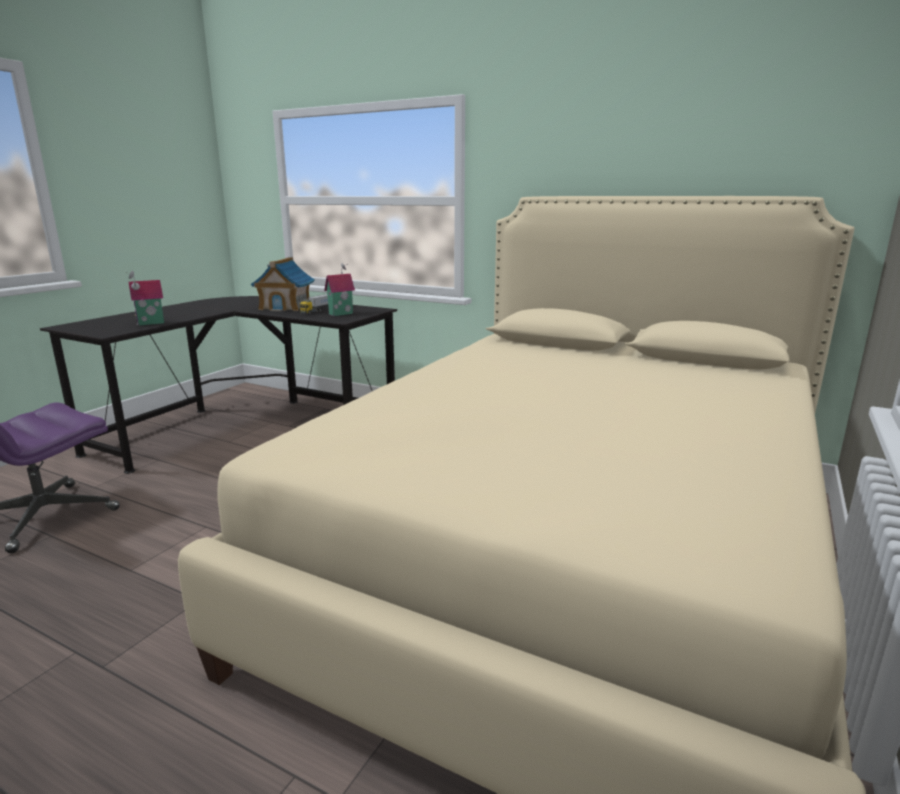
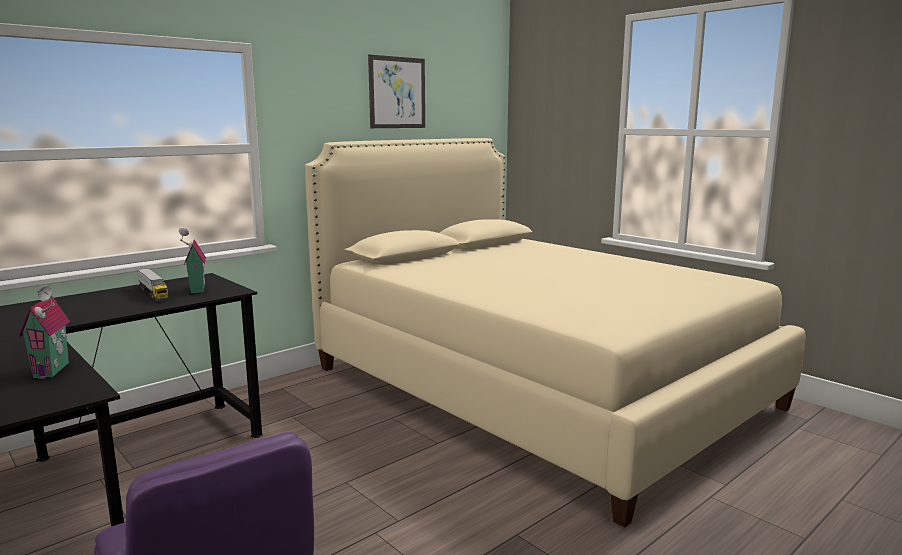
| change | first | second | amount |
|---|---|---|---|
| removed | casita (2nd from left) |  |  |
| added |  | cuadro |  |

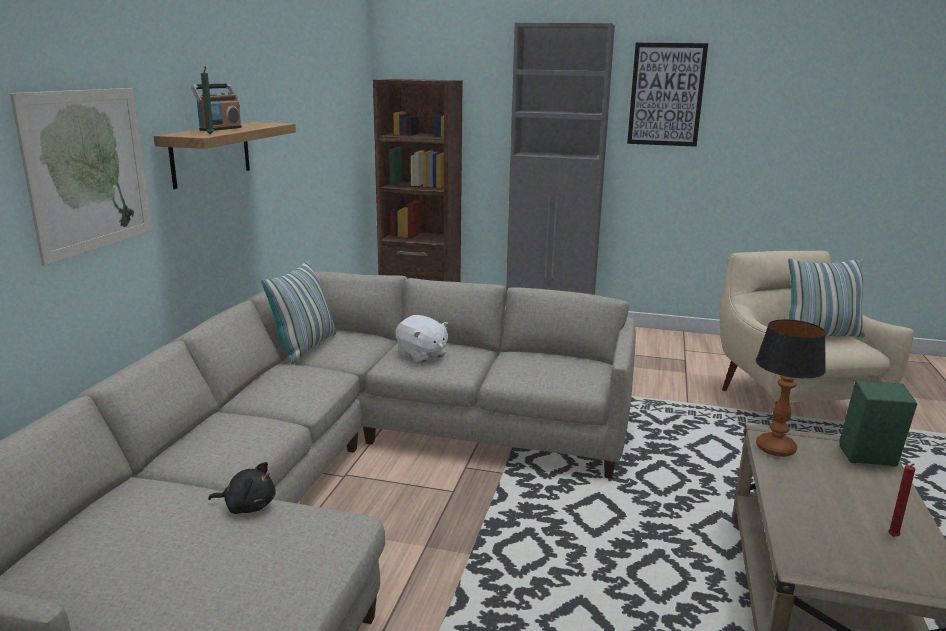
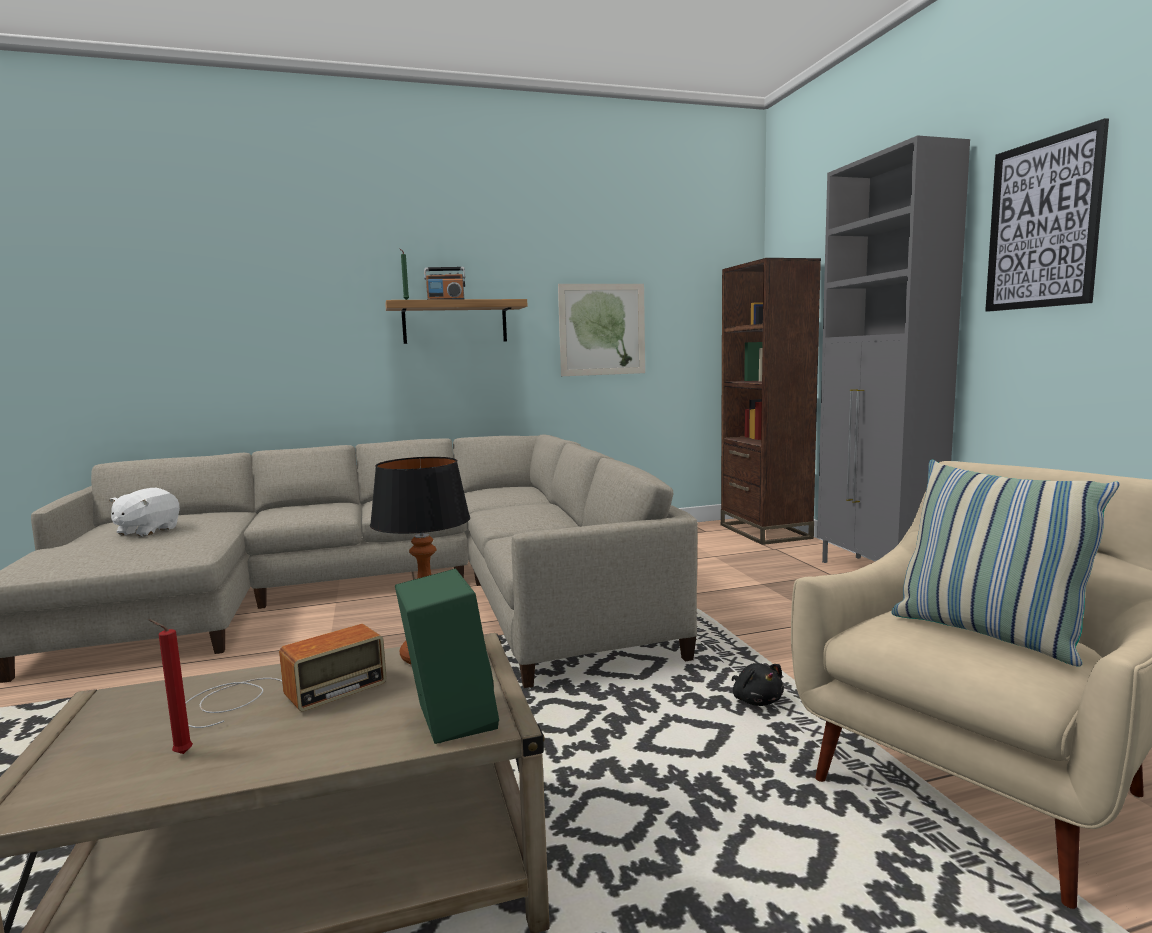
| change | first | second | amount |
|---|---|---|---|
| moved | cuadro (1st from left) |  |  |
| removed | cojín (1st from left) |  |  |
| moved | peluche (blanco) |  |  |
| moved | peluche (negro) |  |  |
| added |  | radio (1st from left) |  |

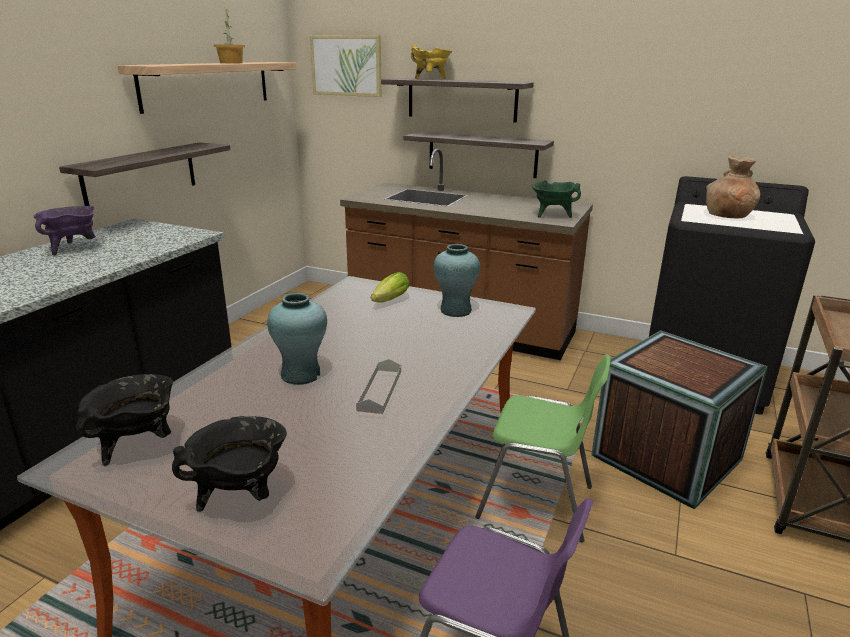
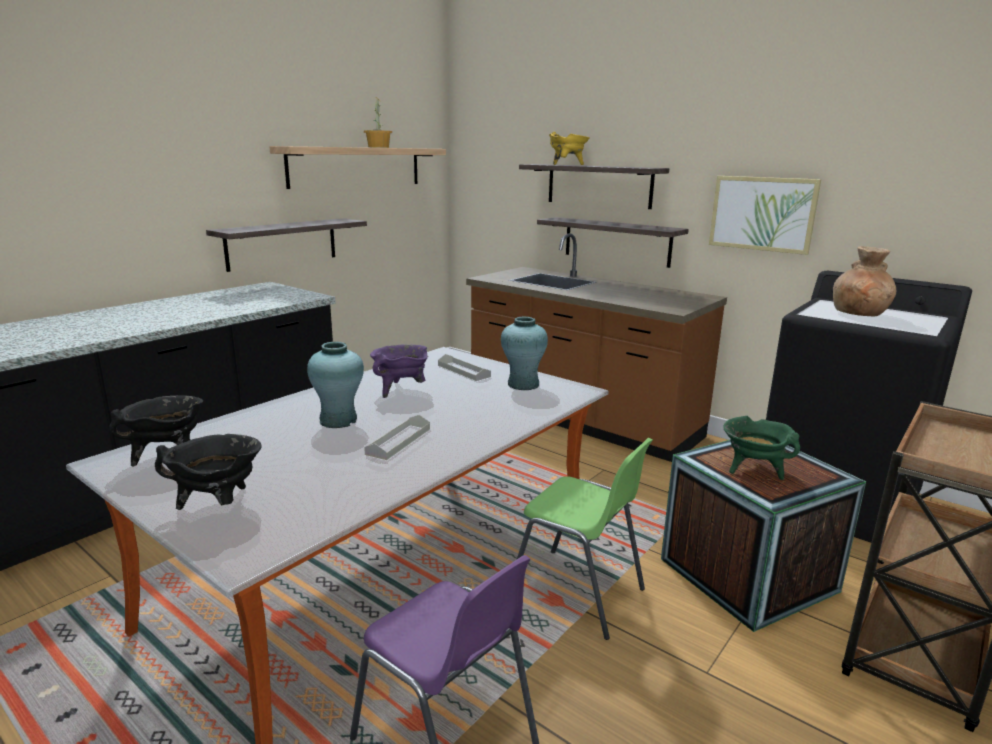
| change | first | second | amount |
|---|---|---|---|
| moved | cuadro |  |  |
| moved | olla (verde) |  |  |
| moved | olla (morado) |  |  |
| replaced | lechuga | bandeja (gris) (2nd from left) |  |

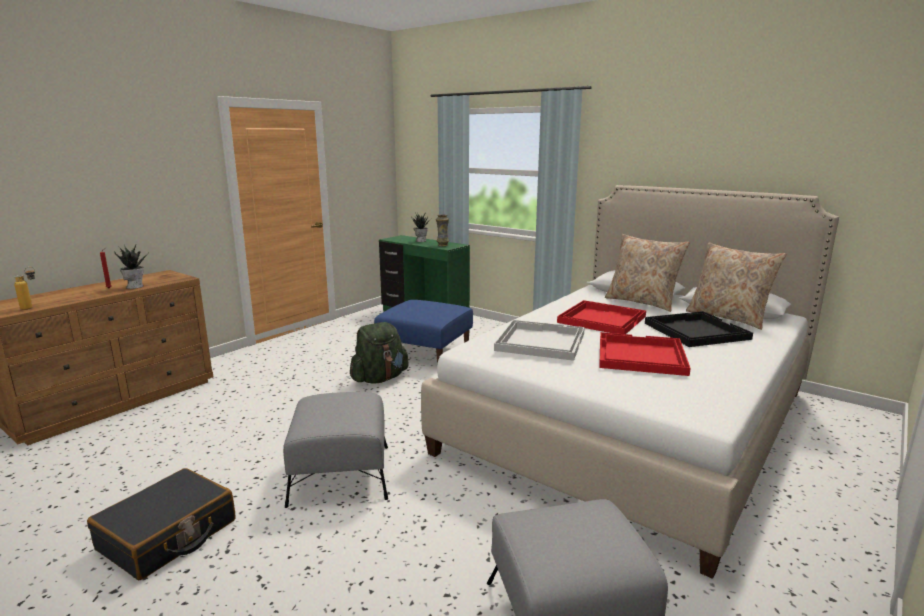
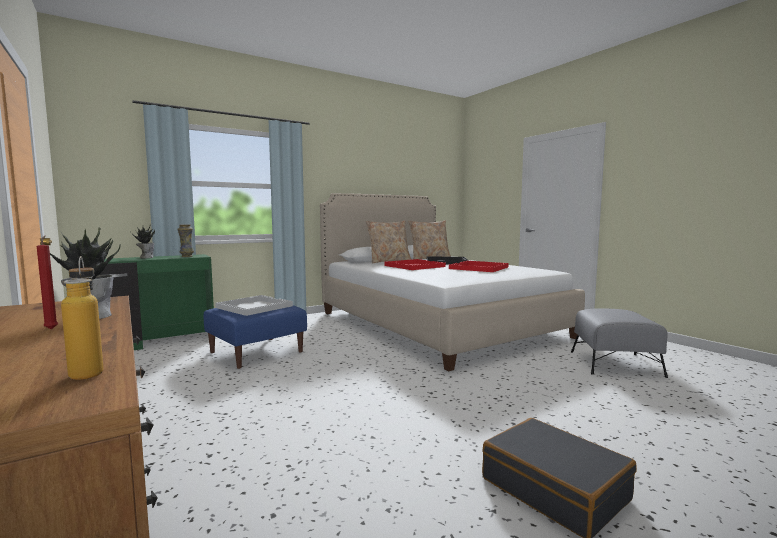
| change | first | second | amount |
|---|---|---|---|
| moved | bandeja (blanco) |  |  |
| removed | mochila (verde) |  |  |
| removed | puf (gris) (1st from left) |  |  |

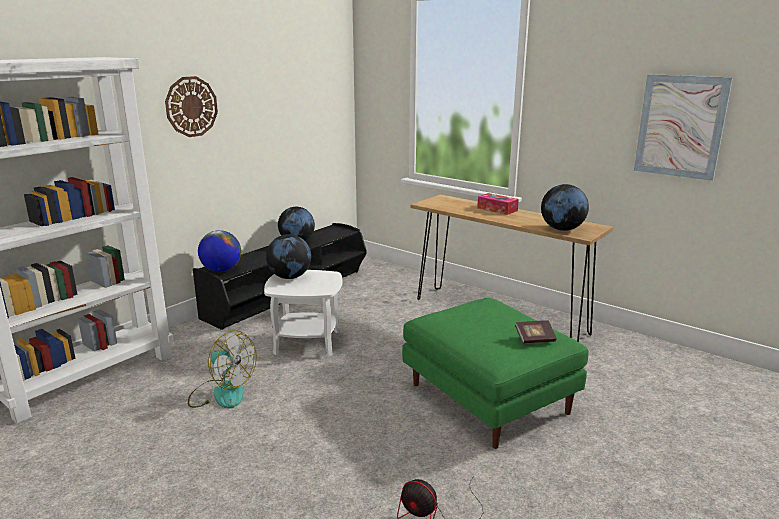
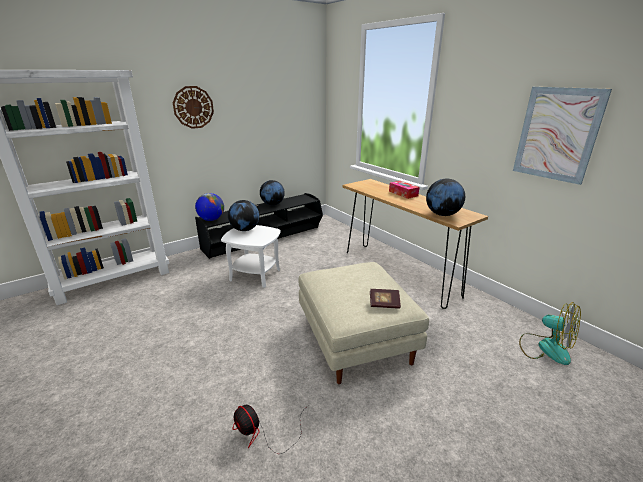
| change | first | second | amount |
|---|---|---|---|
| recoloured | puf (verde) | puf (beis) |  |
| moved | ventilador (1st from left in the first image) | ventilador (2nd from left) |  |

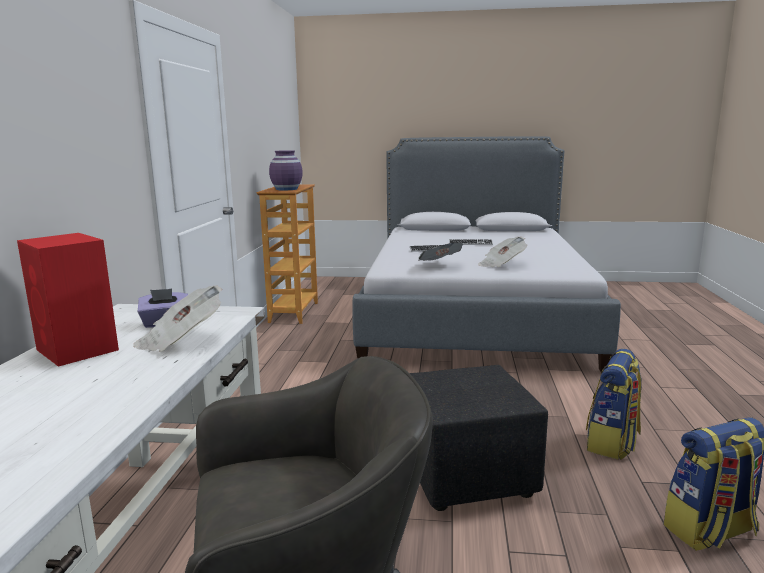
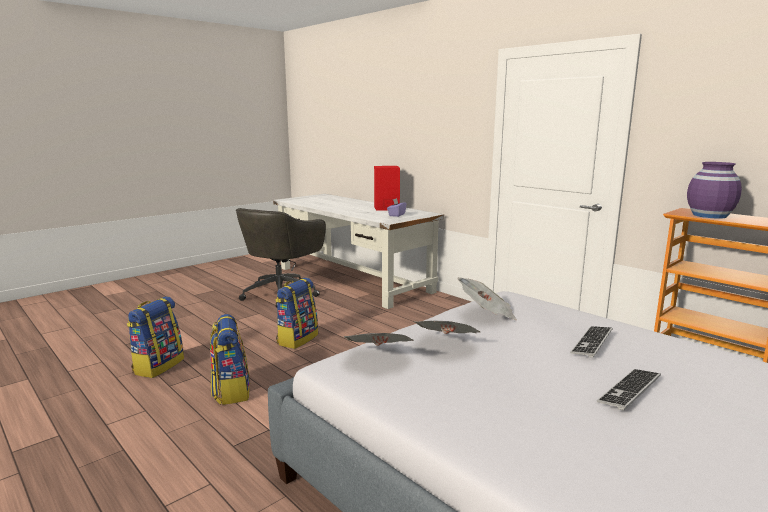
| change | first | second | amount |
|---|---|---|---|
| moved | periódico (1st from left) |  |  |
| replaced | puf (negro) | mochila (3rd from left) |  |

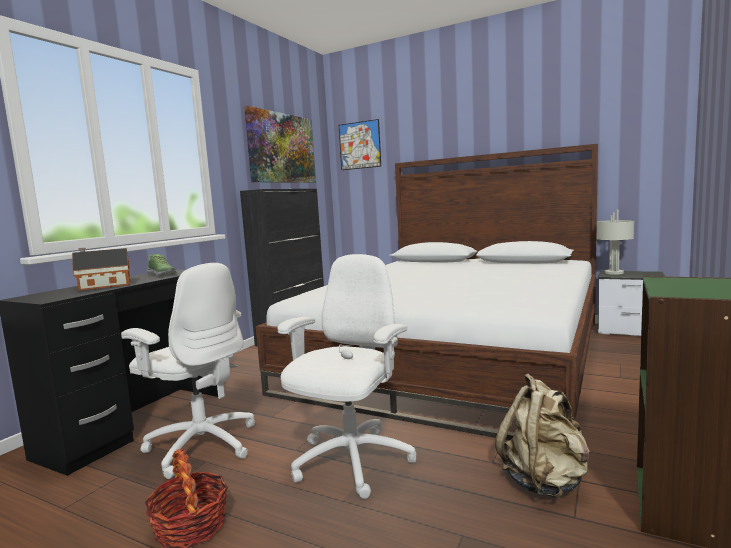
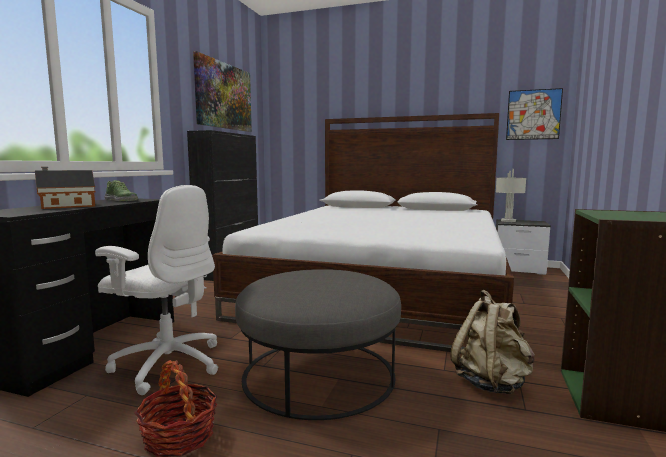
| change | first | second | amount |
|---|---|---|---|
| moved | cuadro (2nd from left) |  |  |
| replaced | silla de oficina (blanco) (2nd from left) | puf (gris) |  |

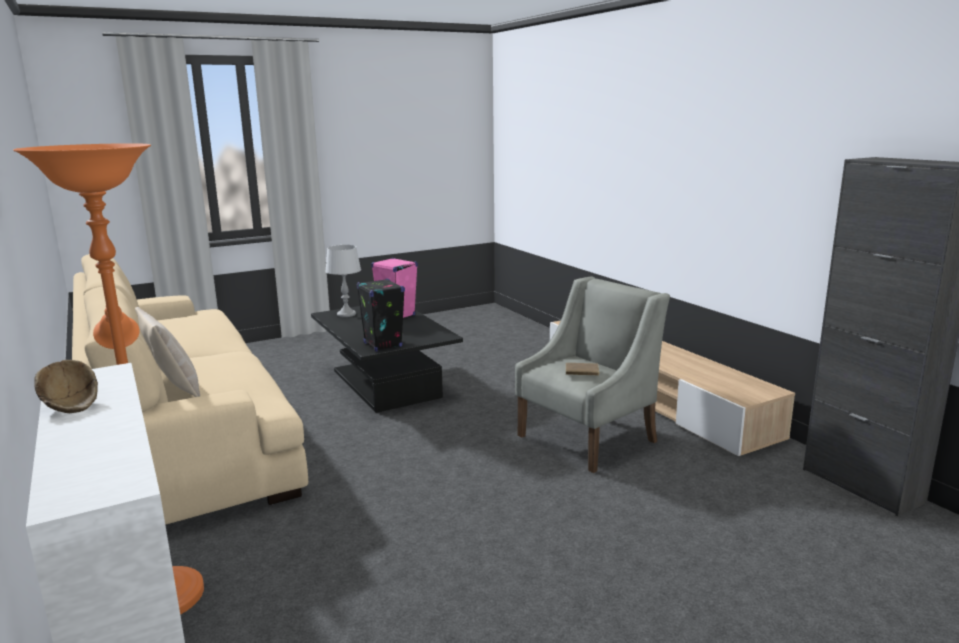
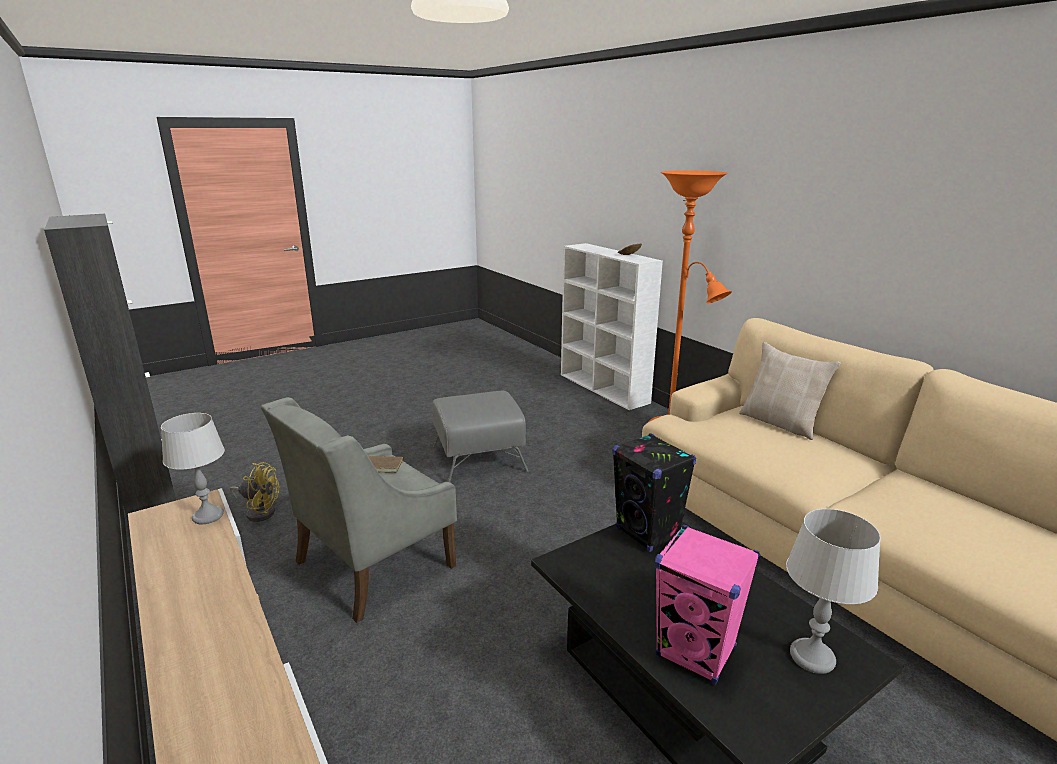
| change | first | second | amount |
|---|---|---|---|
| added |  | puf (gris) |  |
| added |  | lámpara de mesa (gris) (1st from left) |  |
| added |  | ventilador (amarillo) |  |

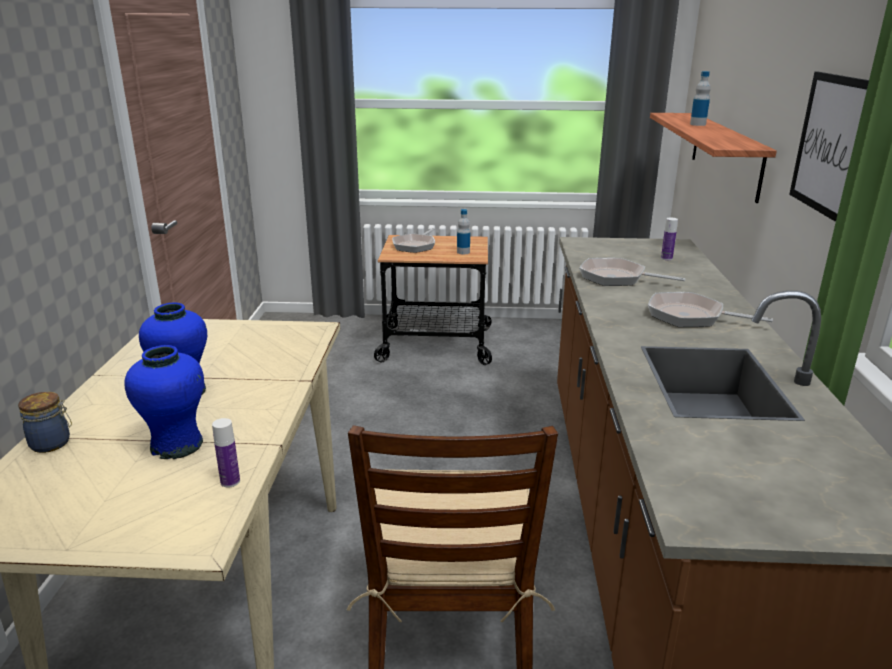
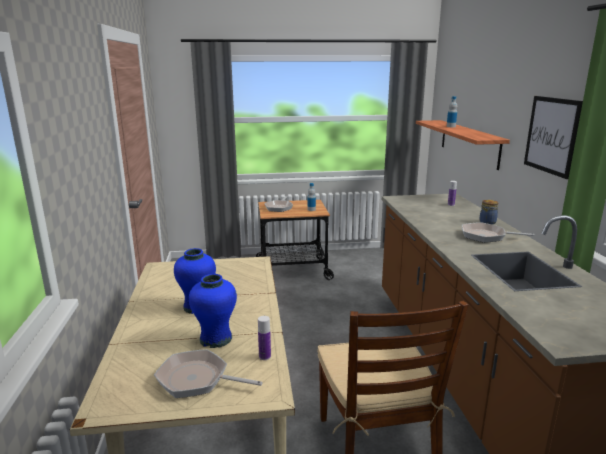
| change | first | second | amount |
|---|---|---|---|
| moved | sartén (2nd from left in the first image) | sartén (1st from left) |  |
| moved | tarro |  |  |

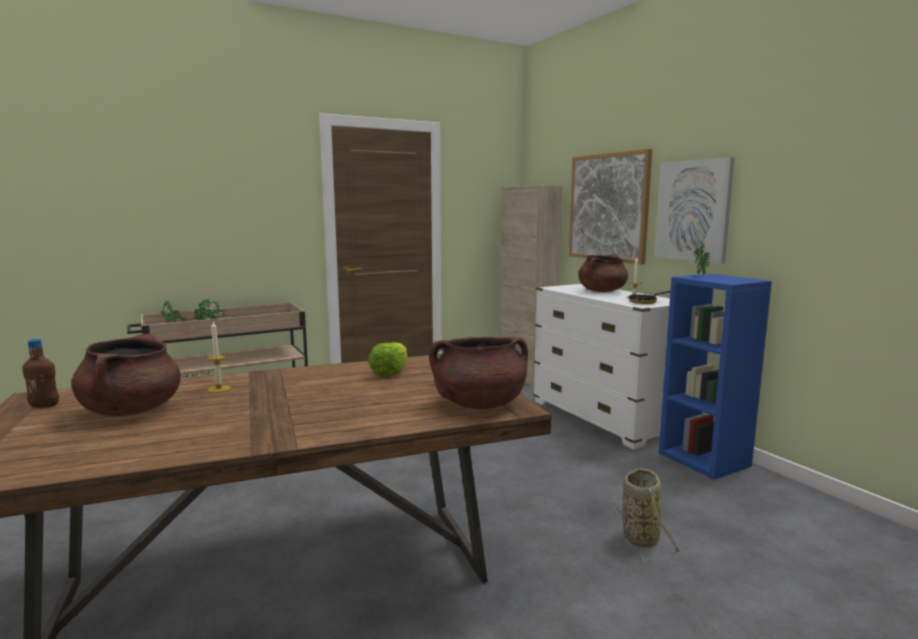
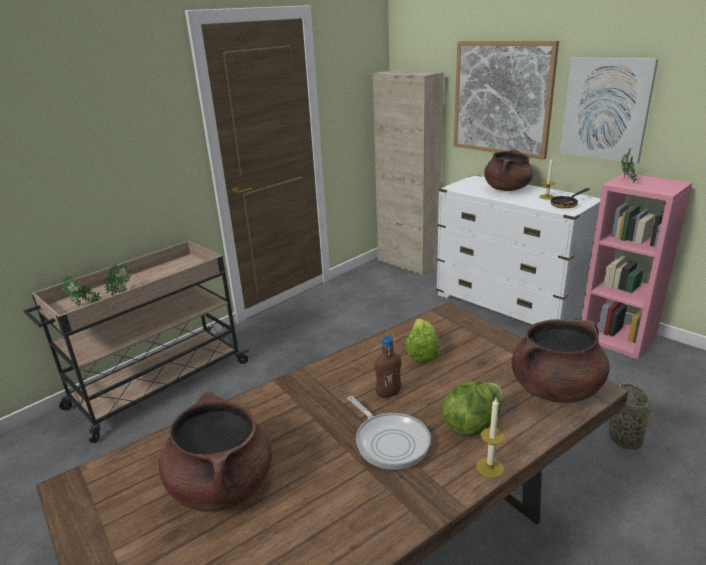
| change | first | second | amount |
|---|---|---|---|
| recoloured | estantería (azul) | estantería (rosa) |  |
| moved | vela (1st from left) |  |  |
| moved | botella (marrón) |  |  |
| added |  | lechuga (2nd from left) |  |
| added |  | sartén (1st from left) |  |

